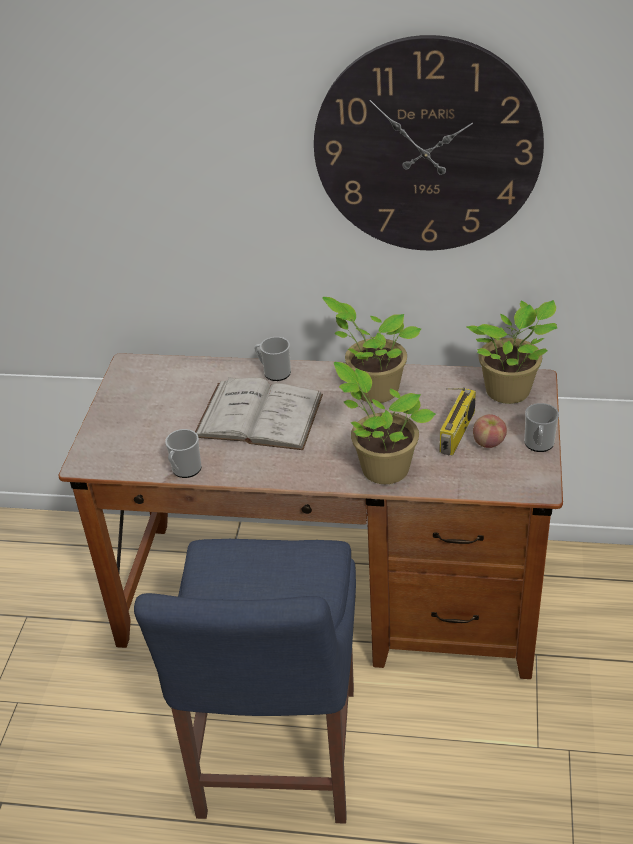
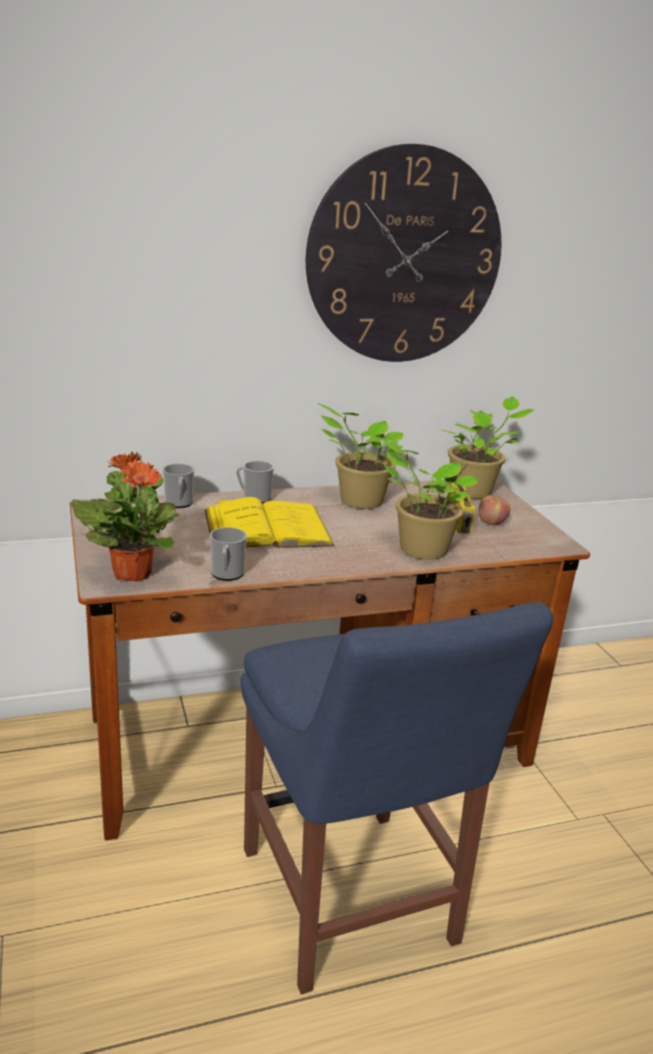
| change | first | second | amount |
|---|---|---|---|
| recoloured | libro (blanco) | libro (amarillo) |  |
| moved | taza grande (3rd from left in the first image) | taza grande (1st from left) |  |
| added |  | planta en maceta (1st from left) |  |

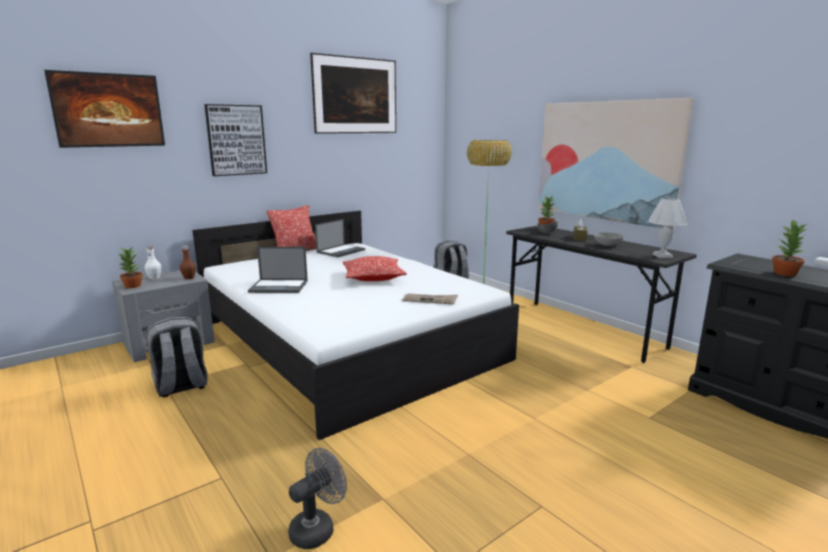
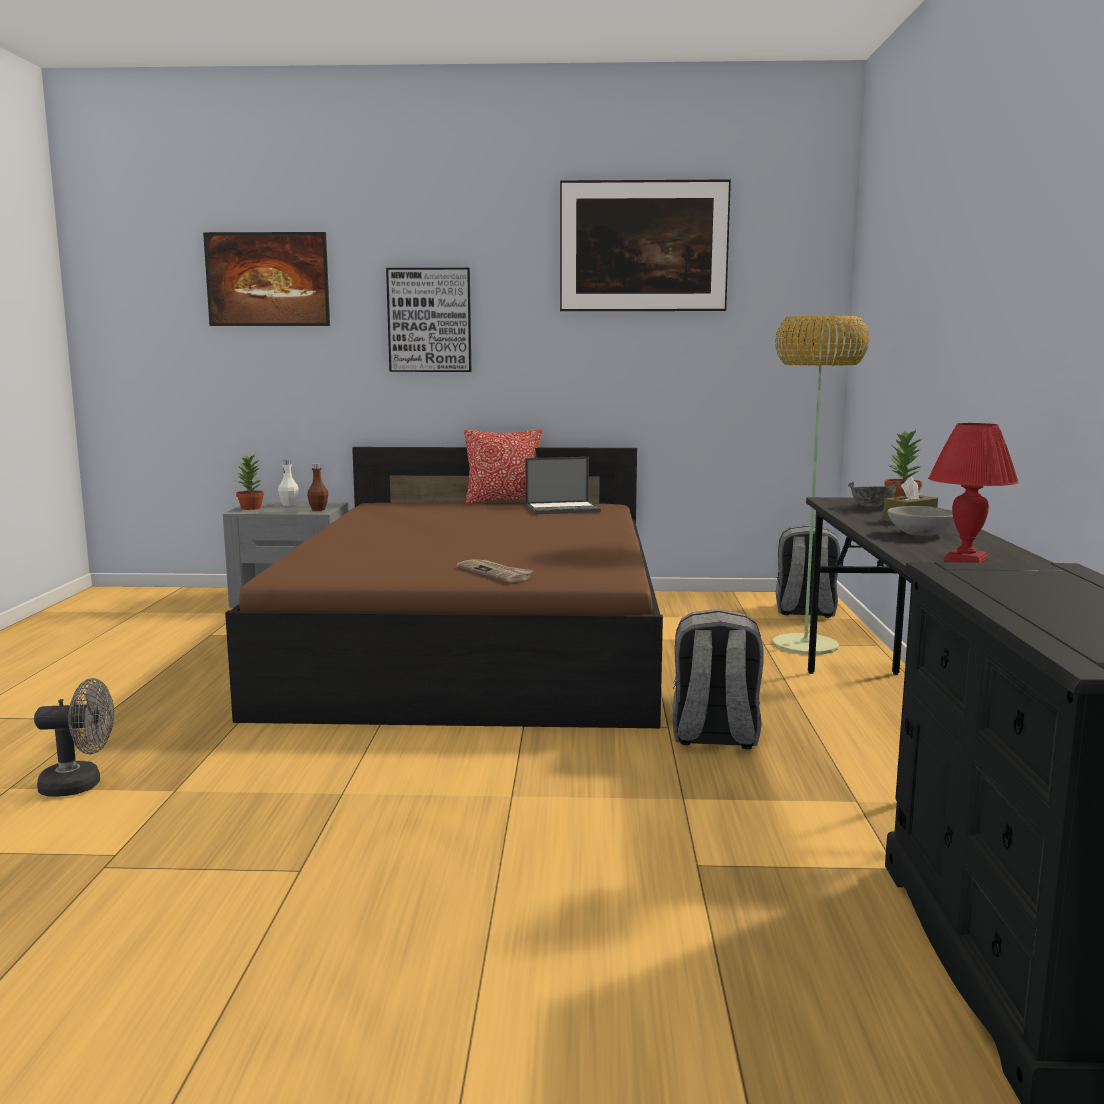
| change | first | second | amount |
|---|---|---|---|
| removed | cuadro (4th from left) |  |  |
| recoloured | lámpara de mesa (blanco) | lámpara de mesa (rojo) |  |
| recoloured | cama (blanco) | cama (marrón) |  |
| removed | planta en maceta (3rd from left) |  |  |
| removed | portátil (1st from left) |  |  |
| removed | cojín (2nd from left) |  |  |
| moved | mochila (gris) (1st from left) |  |  |

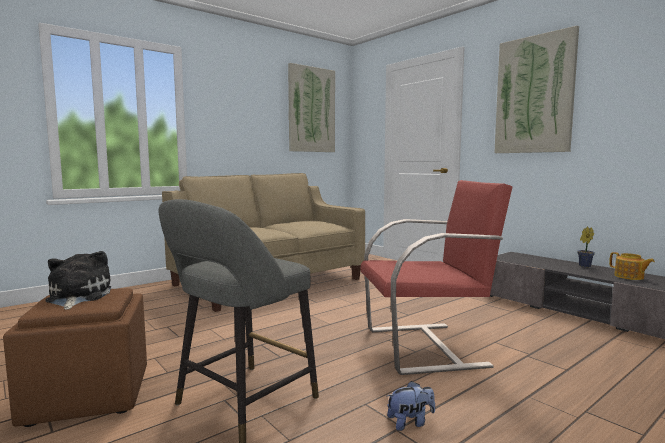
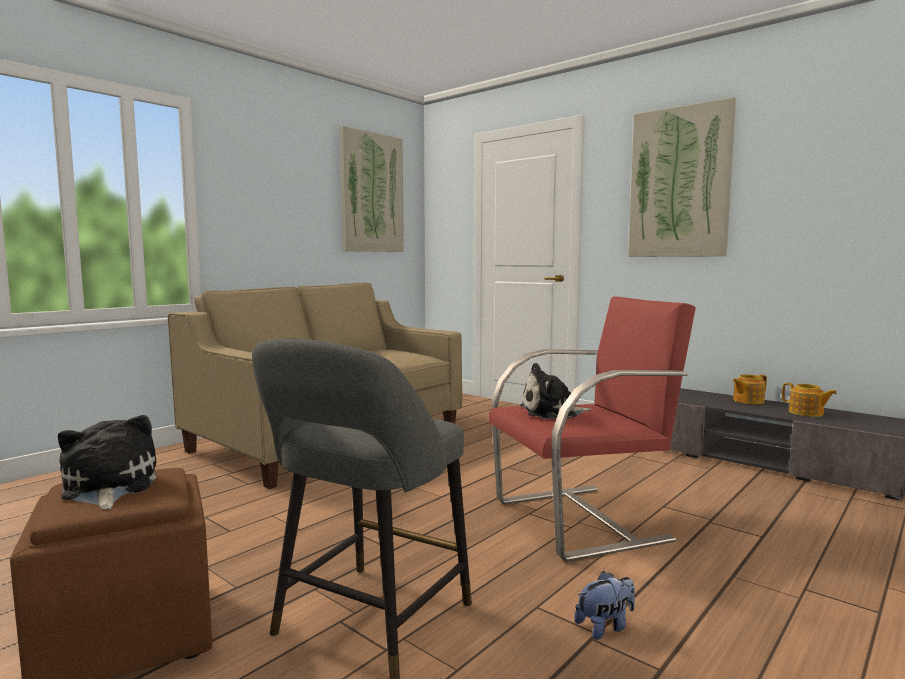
| change | first | second | amount |
|---|---|---|---|
| replaced | planta en maceta | tetera (1st from left) |  |
| added |  | peluche (2nd from left) |  |

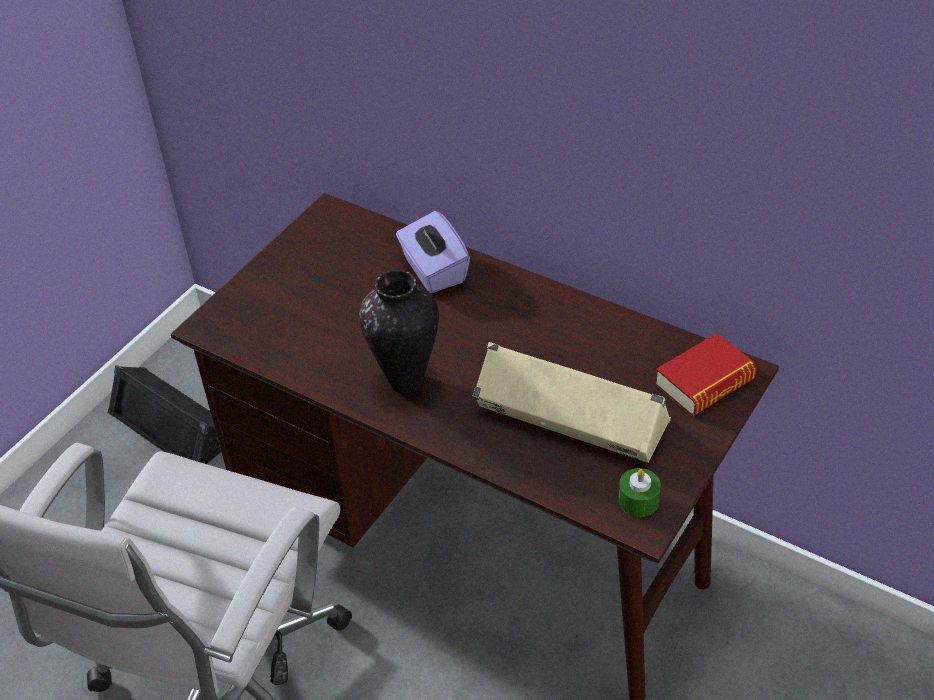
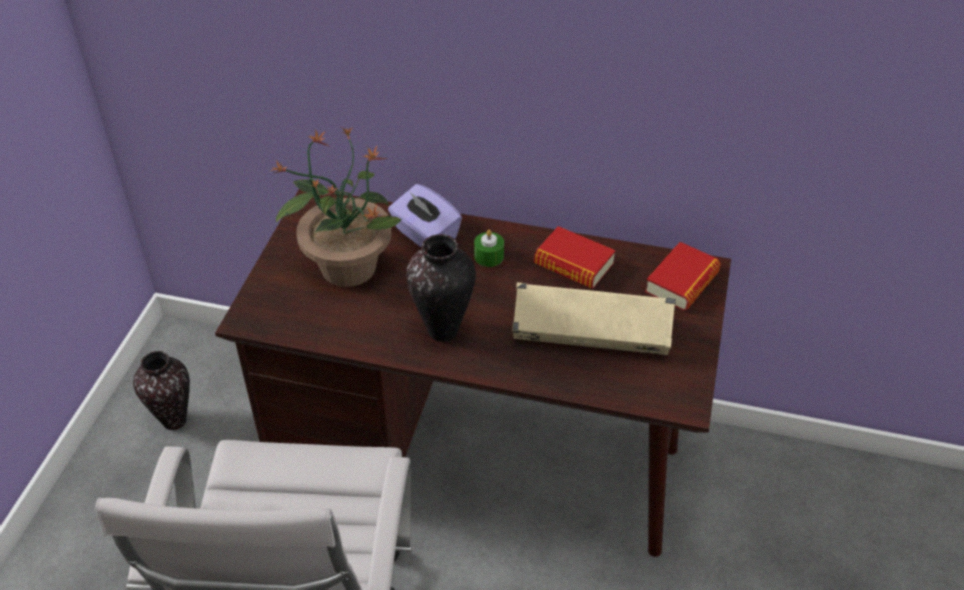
| change | first | second | amount |
|---|---|---|---|
| replaced | altavoz (negro) | florero (1st from left) |  |
| moved | vela (verde) |  |  |
| added |  | planta en maceta |  |
| added |  | libro (1st from left) |  |

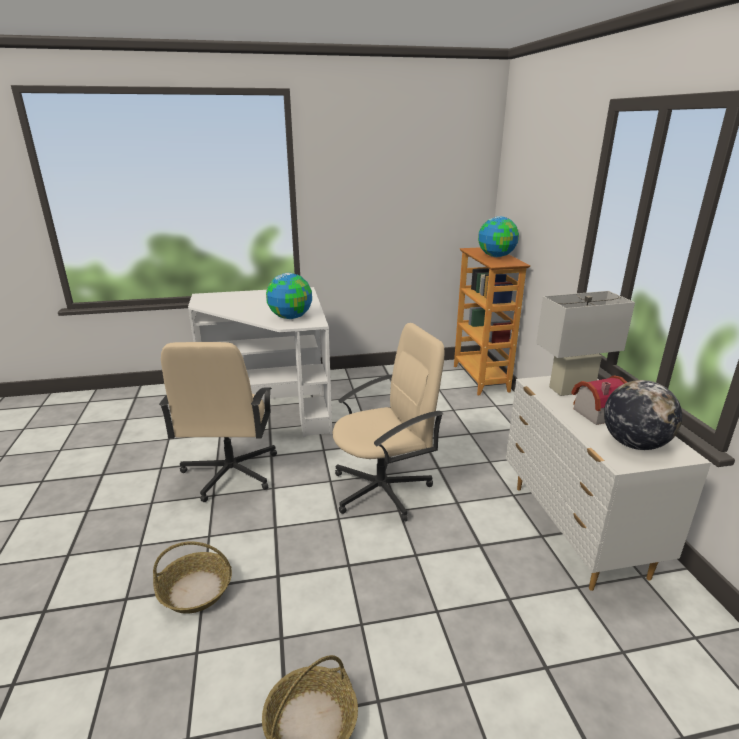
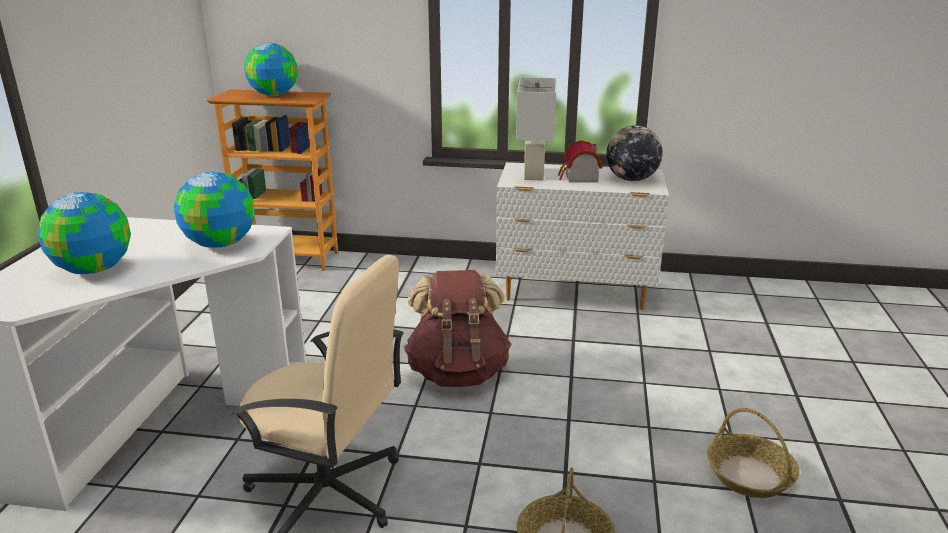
| change | first | second | amount |
|---|---|---|---|
| replaced | silla de oficina (beis) (2nd from left) | mochila (marrón) |  |
| added |  | globo terráqueo (1st from left) |  |

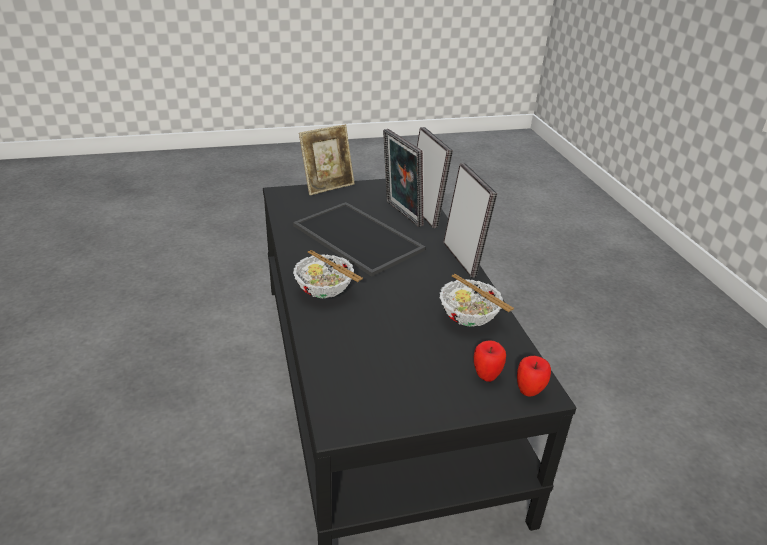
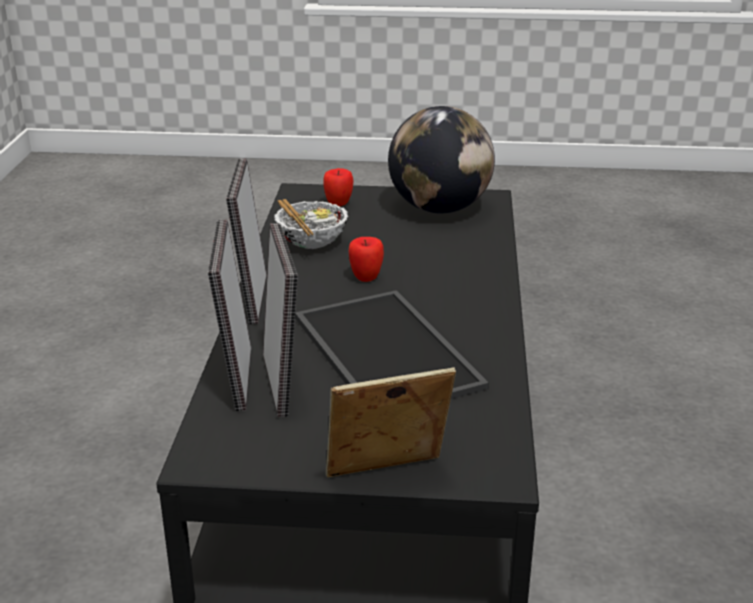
| change | first | second | amount |
|---|---|---|---|
| removed | cuenco (1st from left) |  |  |
| moved | manzana (2nd from left) |  |  |
| added |  | globo terráqueo |  |

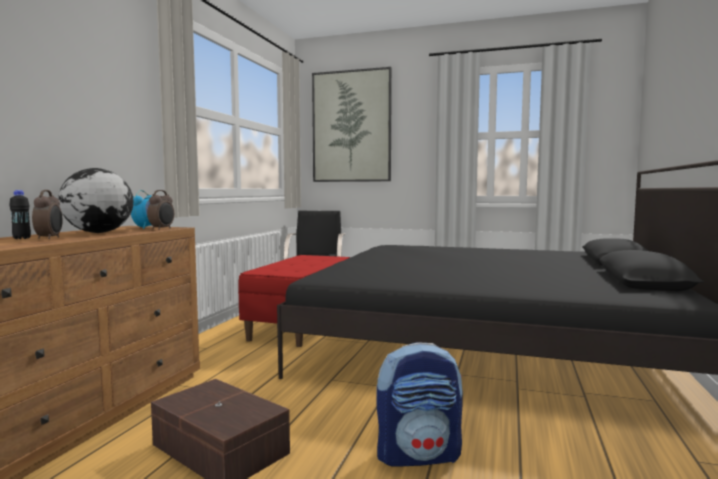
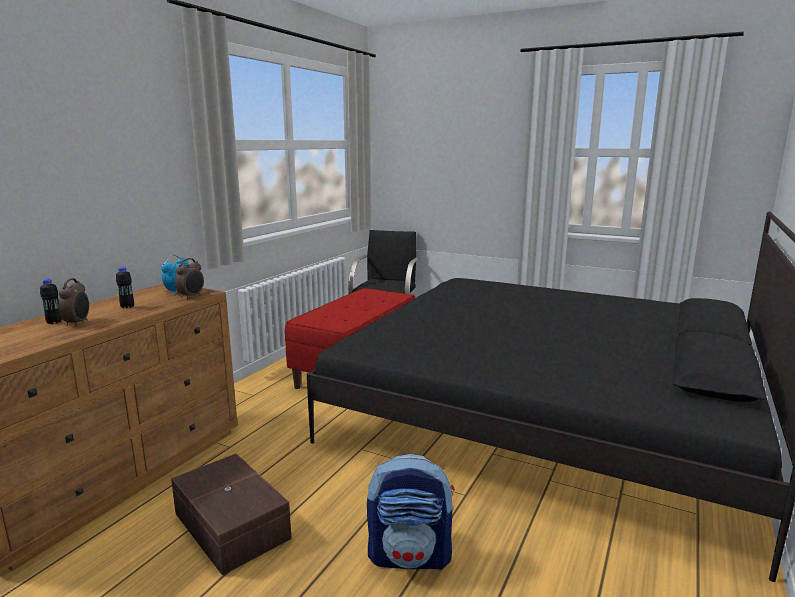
| change | first | second | amount |
|---|---|---|---|
| removed | cuadro |  |  |
| replaced | globo terráqueo | botella (negro) (2nd from left) |  |

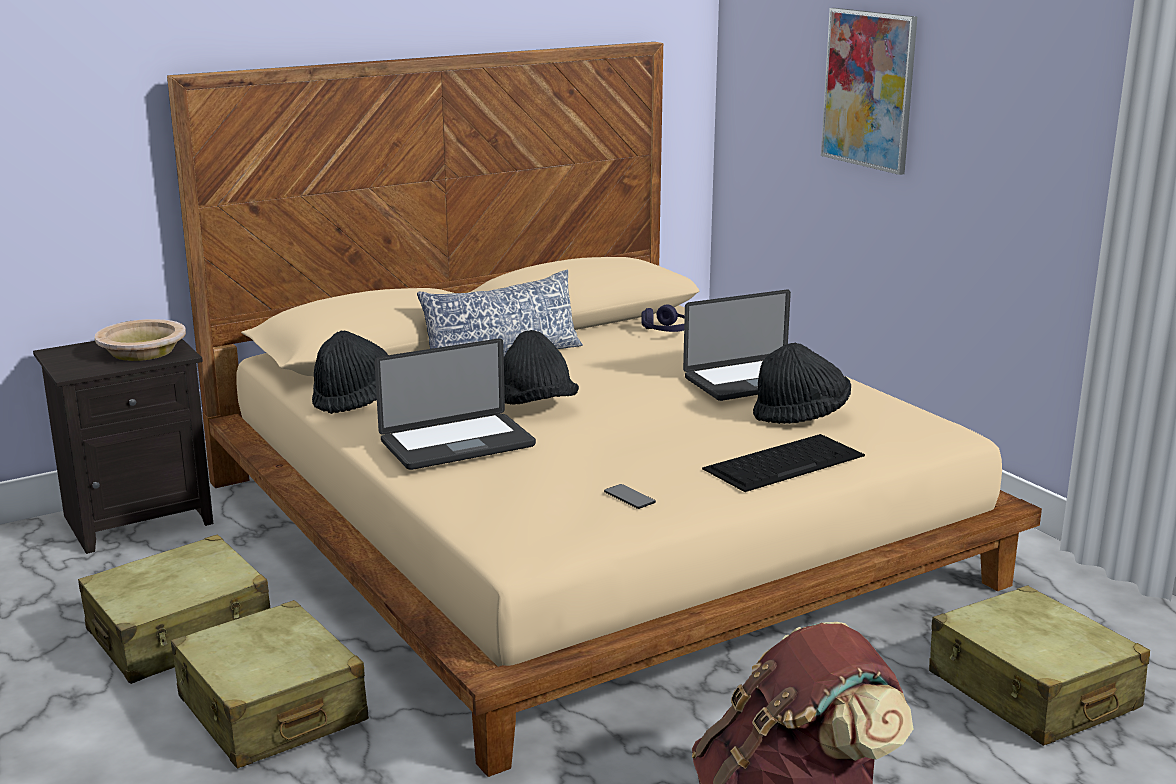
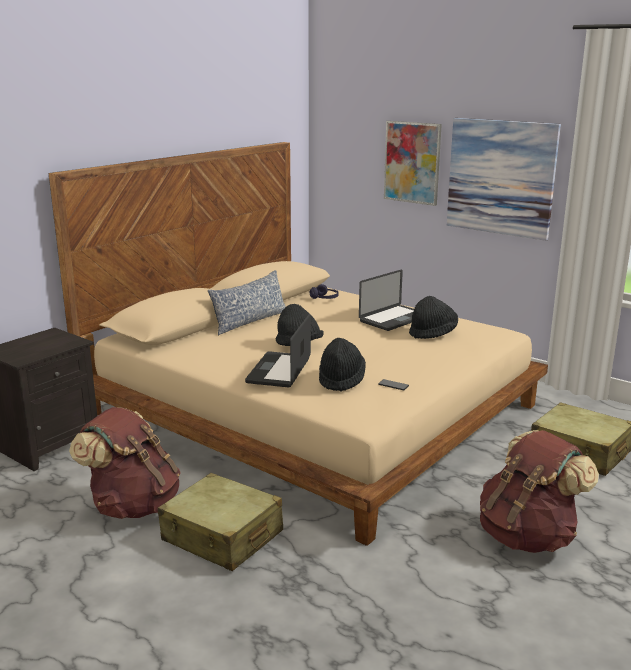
| change | first | second | amount |
|---|---|---|---|
| removed | cuenco (beis) |  |  |
| moved | sombrero (negro) (1st from left in the first image) | sombrero (negro) (2nd from left) |  |
| turned | portátil (1st from left) |  | 150 degrees clockwise |
| removed | teclado |  |  |
| replaced | maleta (beis) (1st from left) | mochila (marrón) (1st from left) |  |
| added |  | cuadro (2nd from left) |  |

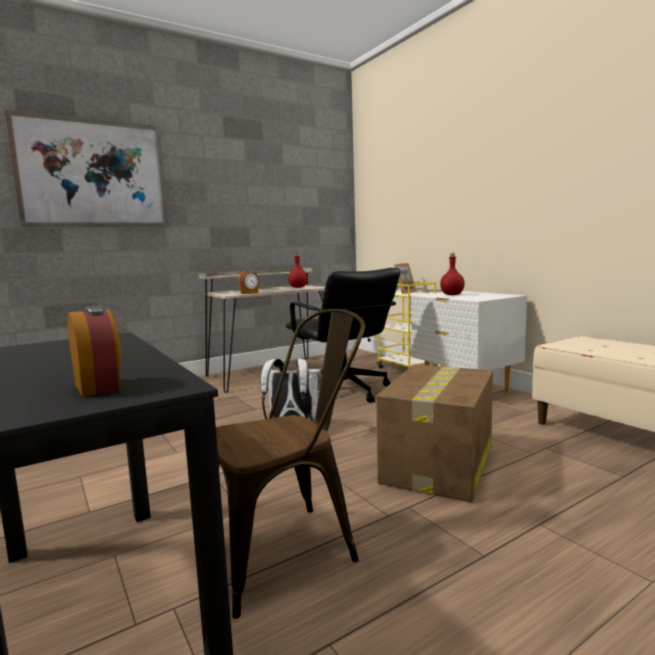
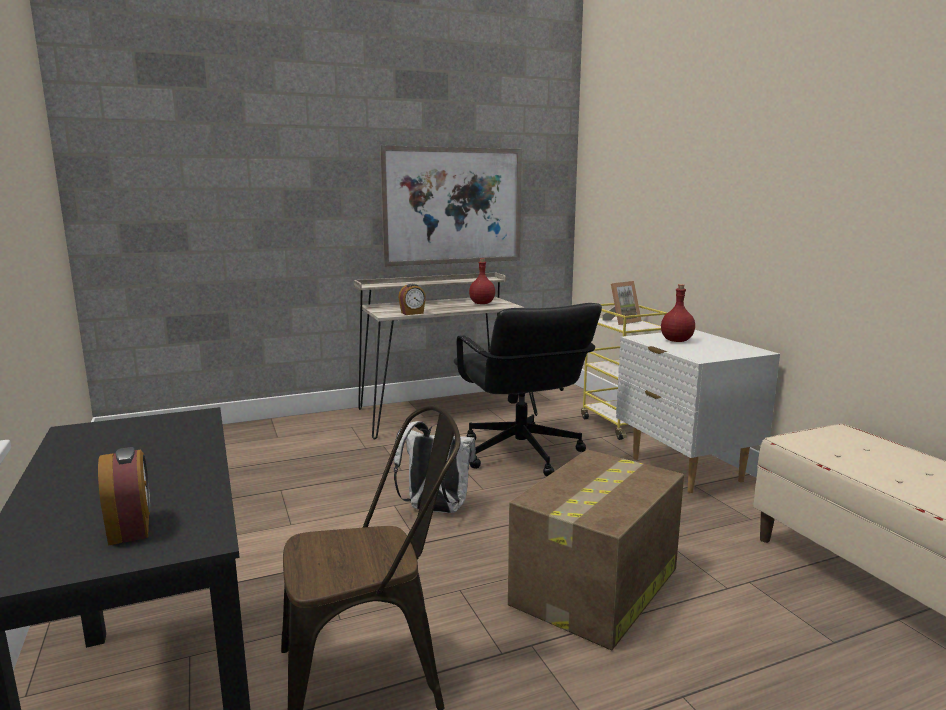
| change | first | second | amount |
|---|---|---|---|
| moved | cuadro |  |  |

